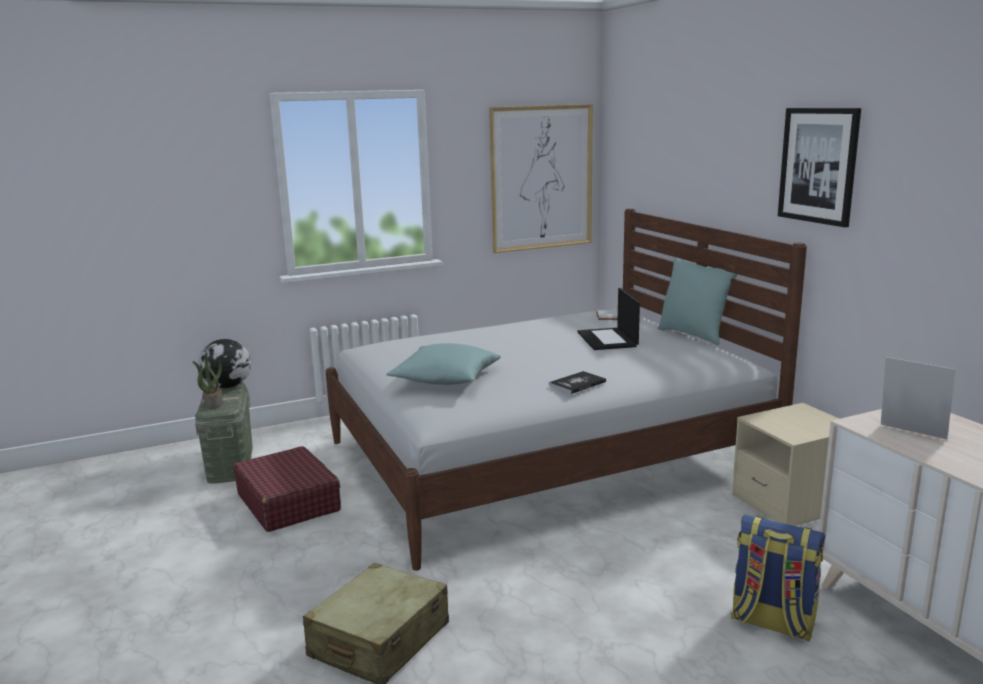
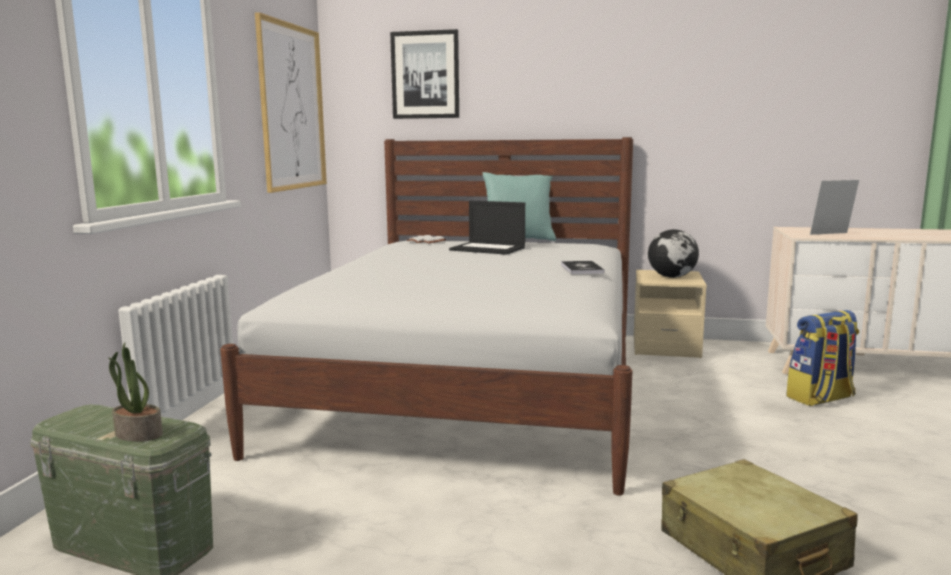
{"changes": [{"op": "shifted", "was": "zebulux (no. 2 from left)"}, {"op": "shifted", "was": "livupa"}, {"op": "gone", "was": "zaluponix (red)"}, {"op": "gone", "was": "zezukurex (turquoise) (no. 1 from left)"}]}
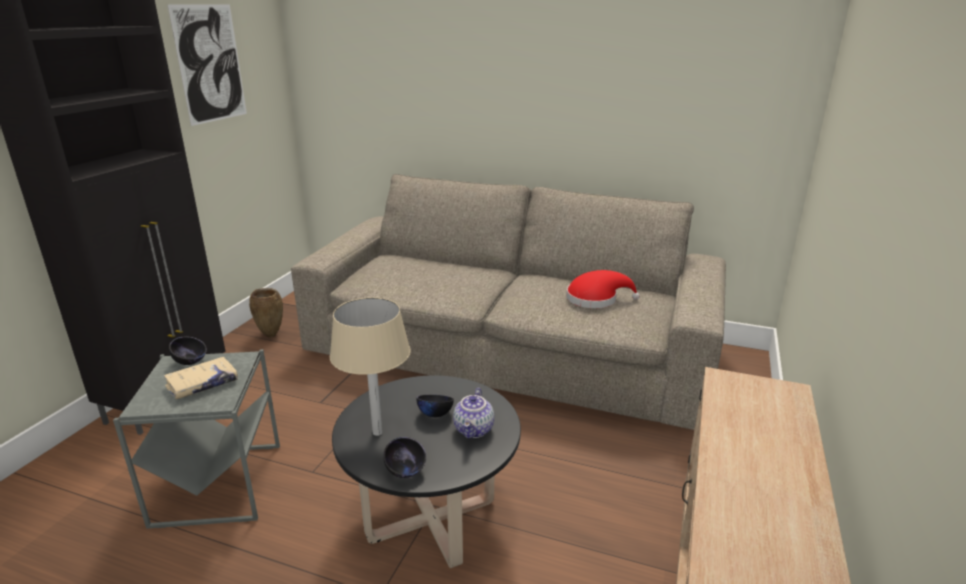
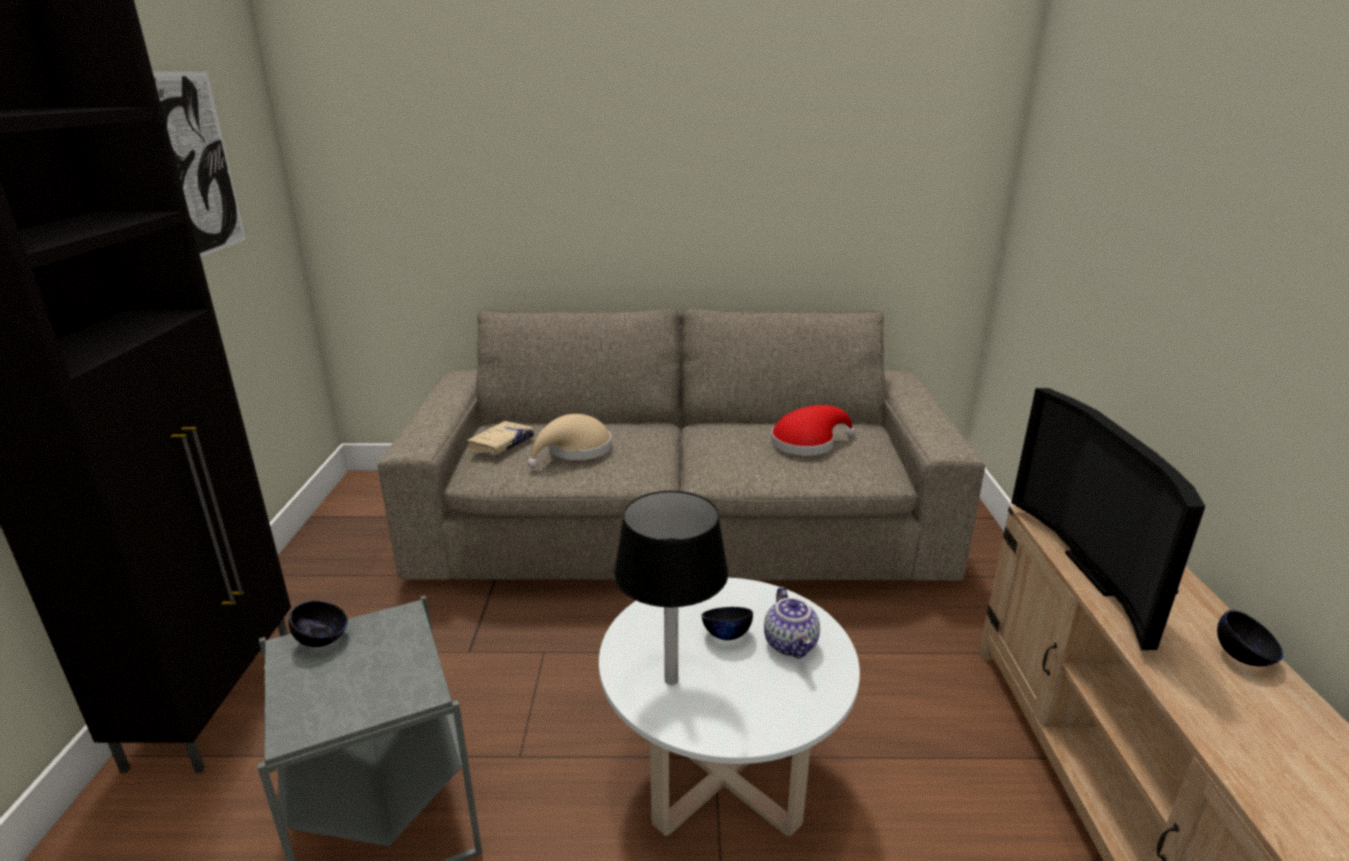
{"changes": [{"op": "shifted", "was": "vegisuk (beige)"}, {"op": "new", "now": "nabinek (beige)"}, {"op": "repainted", "was": "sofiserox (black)", "now": "sofiserox (white)"}, {"op": "repainted", "was": "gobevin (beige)", "now": "gobevin (black)"}, {"op": "new", "now": "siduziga"}, {"op": "shifted", "was": "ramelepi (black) (no. 2 from left in the first image)", "now": "ramelepi (black) (no. 3 from left)"}, {"op": "gone", "was": "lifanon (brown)"}]}
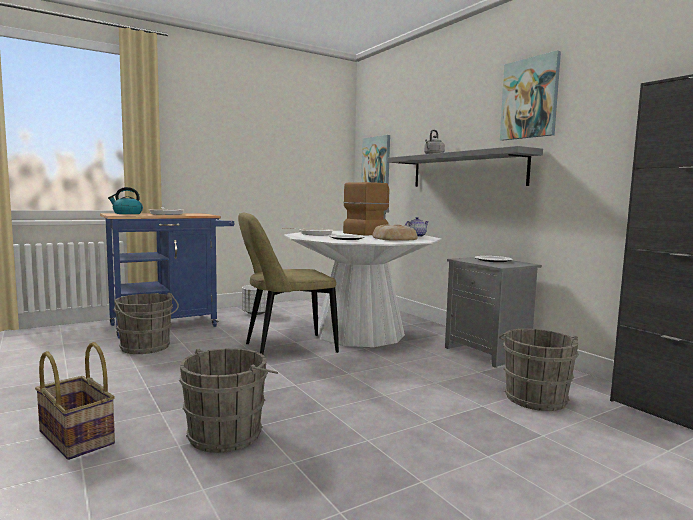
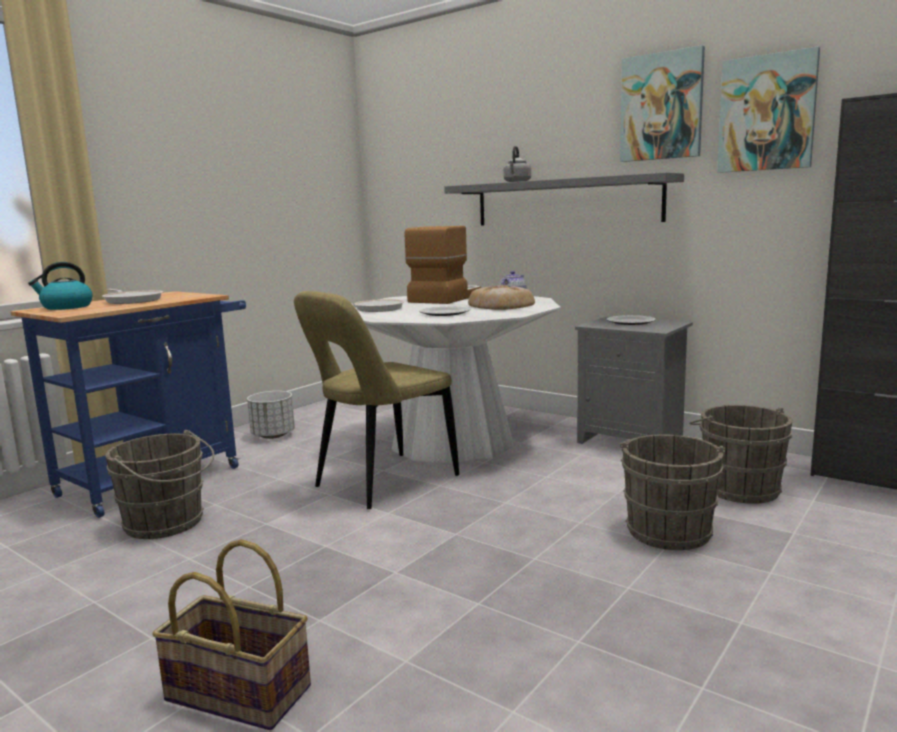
{"changes": [{"op": "shifted", "was": "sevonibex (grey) (no. 2 from left)"}, {"op": "shifted", "was": "zebulux (no. 1 from left in the first image)", "now": "zebulux (no. 2 from left)"}]}
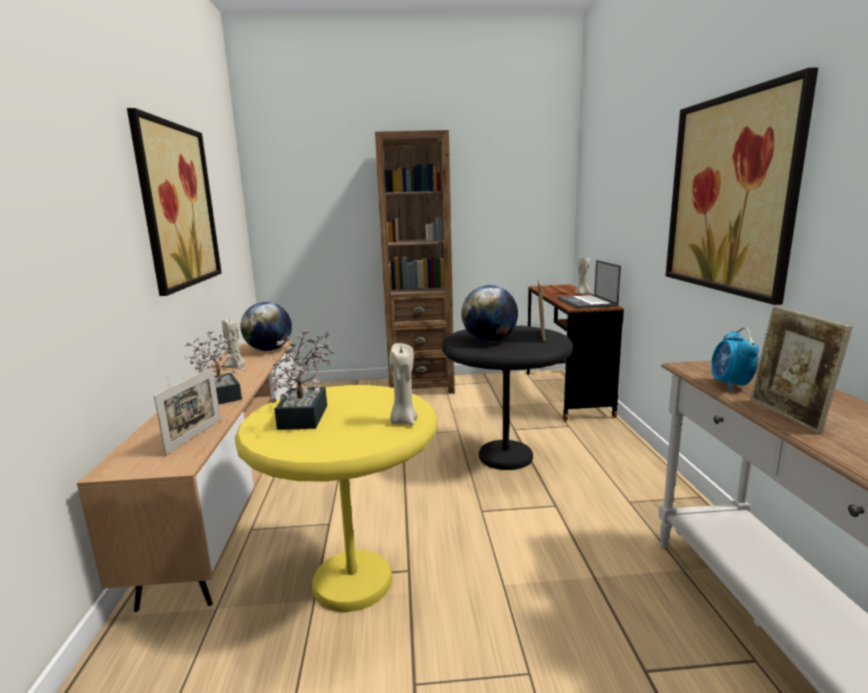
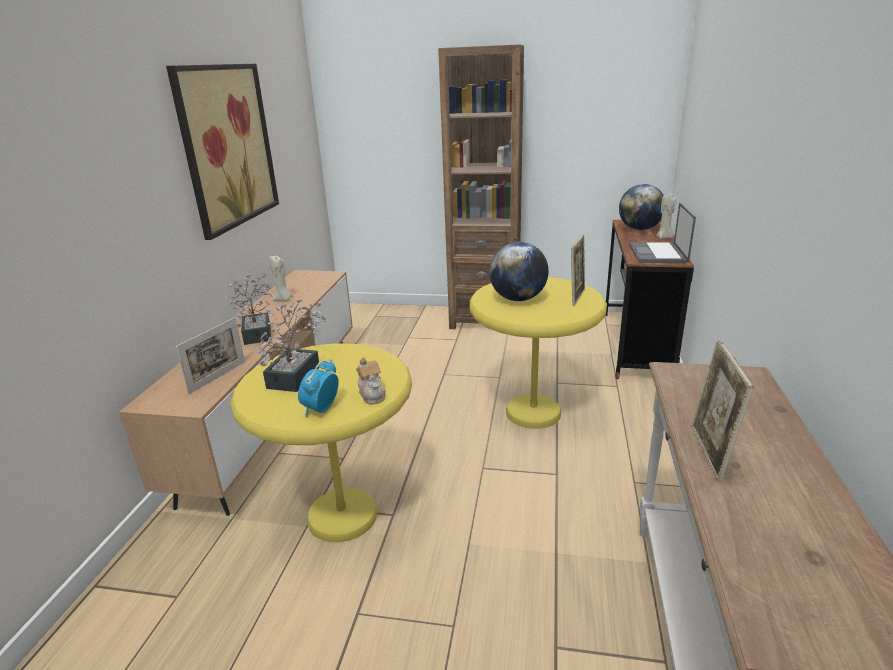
{"changes": [{"op": "shifted", "was": "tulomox"}, {"op": "swapped", "was": "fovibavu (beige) (no. 2 from left)", "now": "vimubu"}, {"op": "repainted", "was": "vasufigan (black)", "now": "vasufigan (yellow) (no. 2 from left)"}, {"op": "shifted", "was": "livupa (no. 1 from left in the first image)", "now": "livupa (no. 2 from left)"}, {"op": "gone", "was": "zebulux (no. 2 from left)"}]}
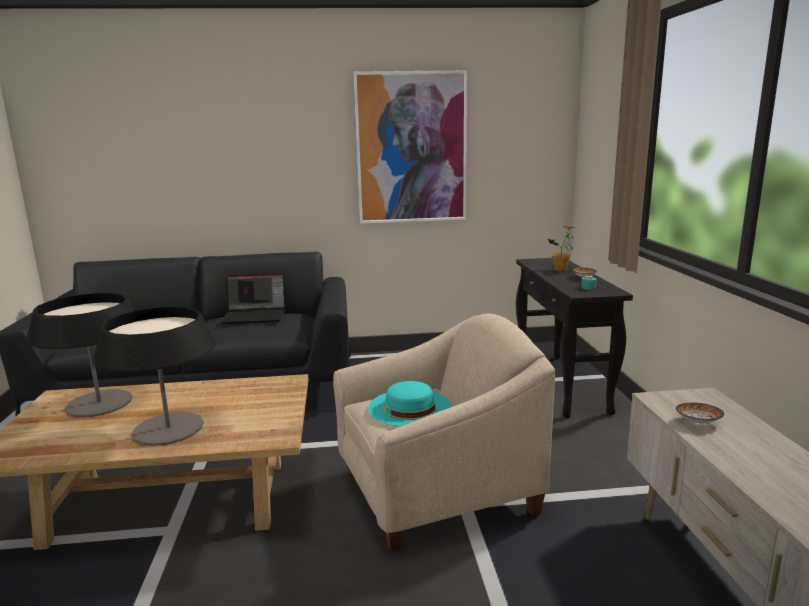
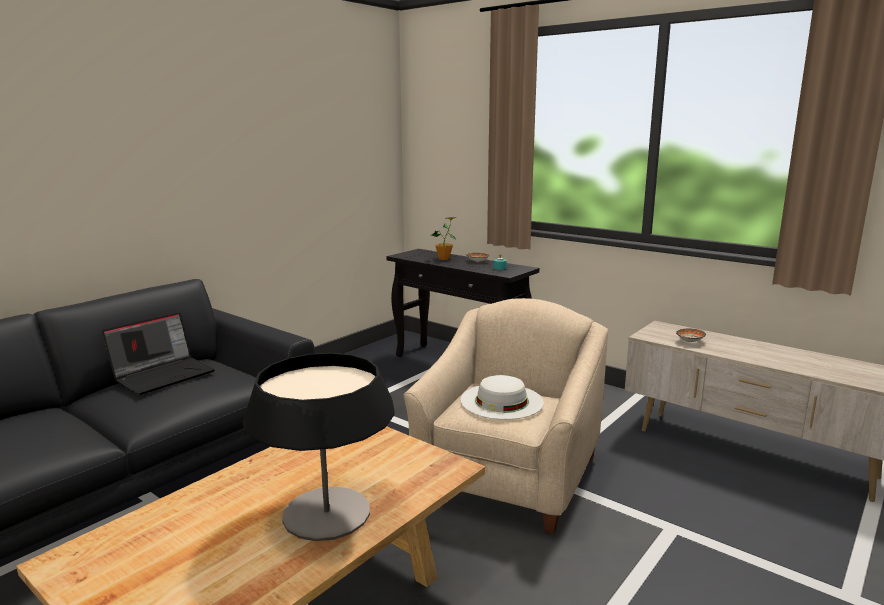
{"changes": [{"op": "repainted", "was": "nabinek (turquoise)", "now": "nabinek (white)"}, {"op": "gone", "was": "gobevin (no. 1 from left)"}, {"op": "gone", "was": "zebulux"}]}
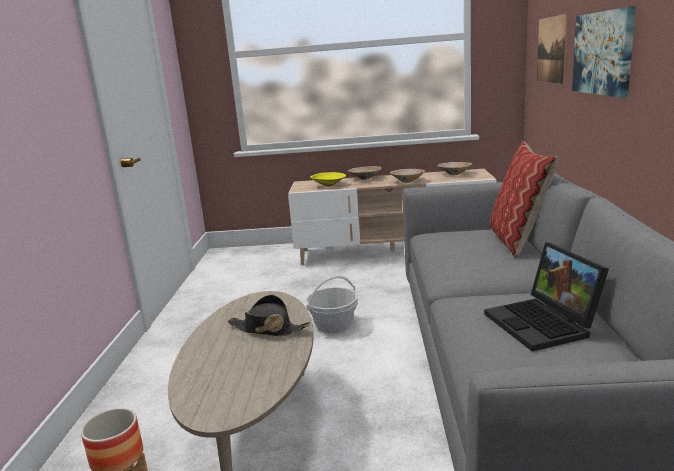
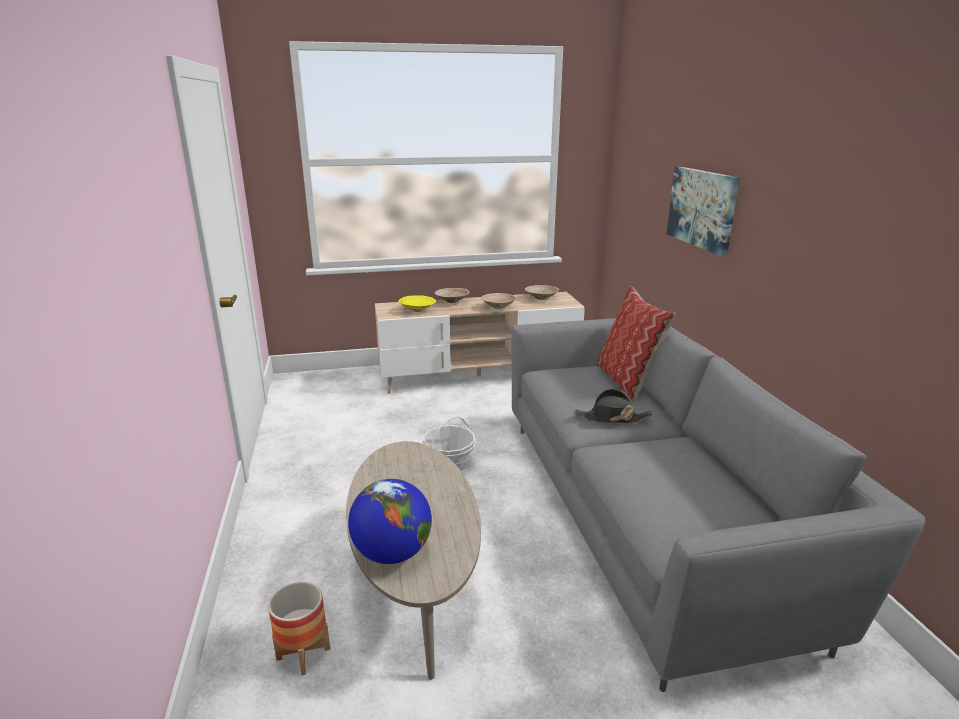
{"changes": [{"op": "new", "now": "livupa"}, {"op": "shifted", "was": "nabinek (black)"}, {"op": "gone", "was": "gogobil"}, {"op": "gone", "was": "zebulux (no. 1 from left)"}]}
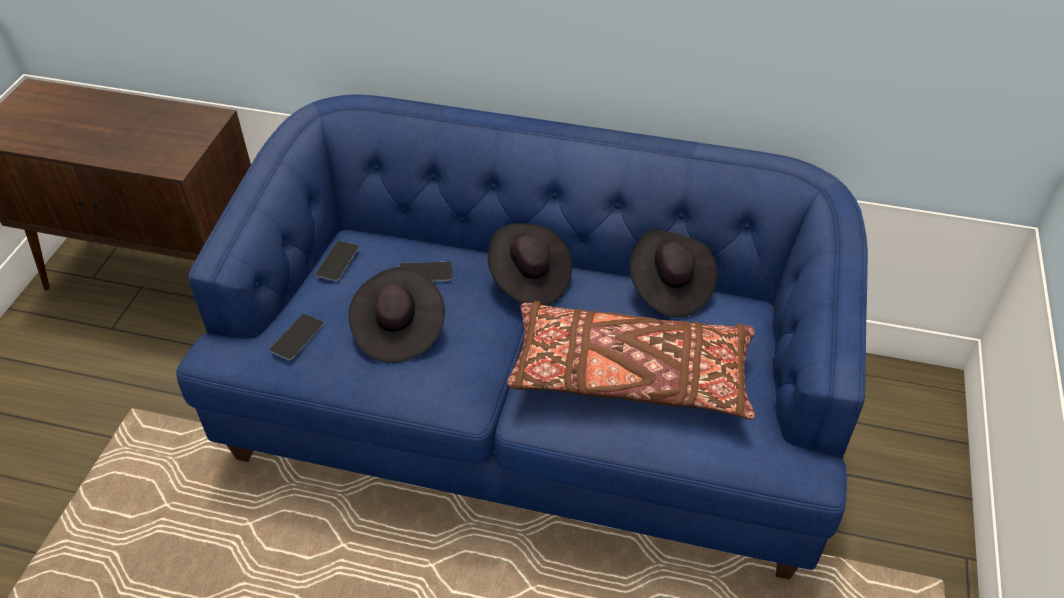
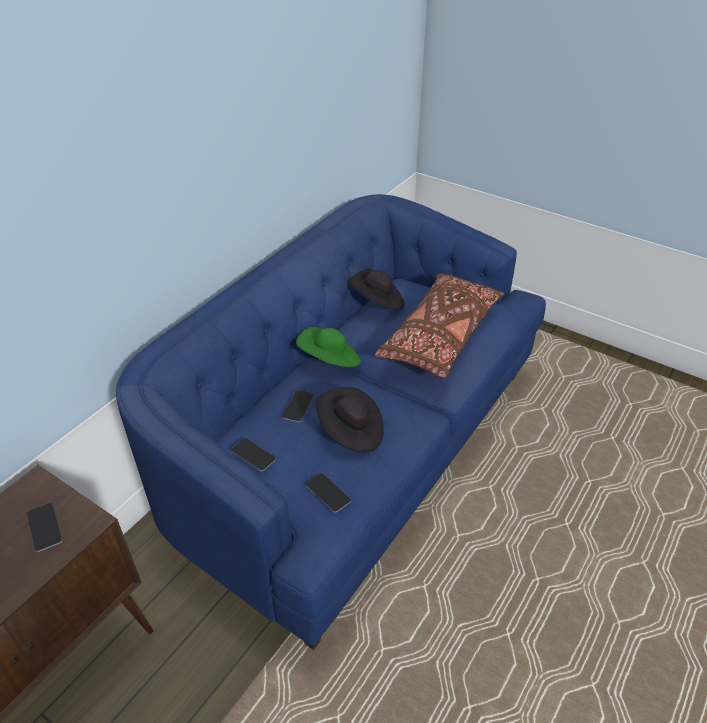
{"changes": [{"op": "new", "now": "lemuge (no. 1 from left)"}, {"op": "repainted", "was": "nabinek (black) (no. 2 from left)", "now": "nabinek (green)"}]}
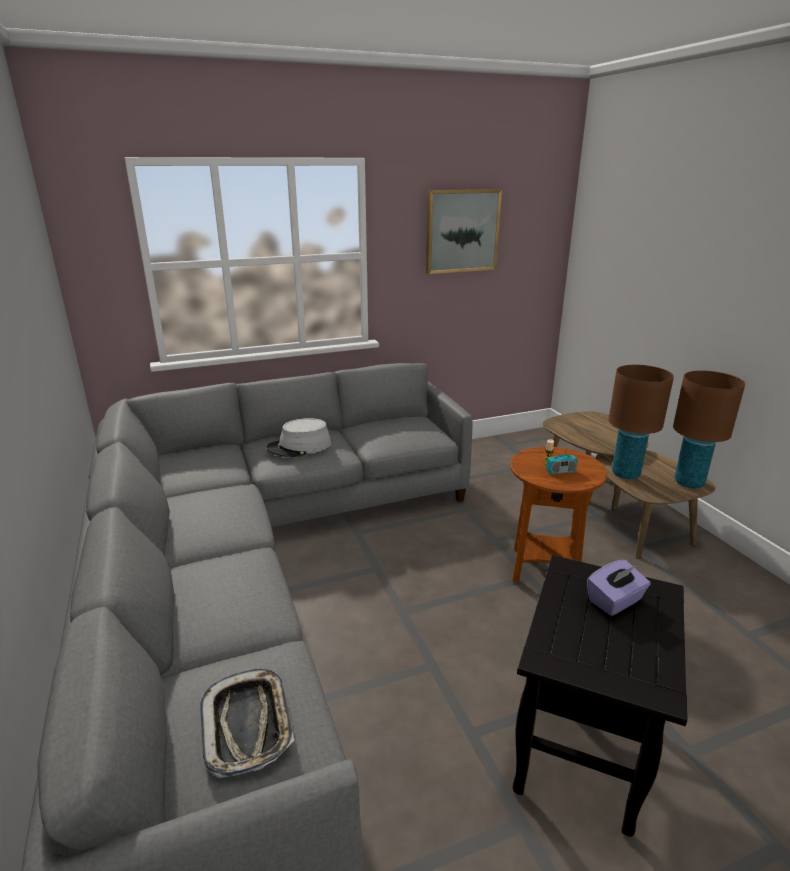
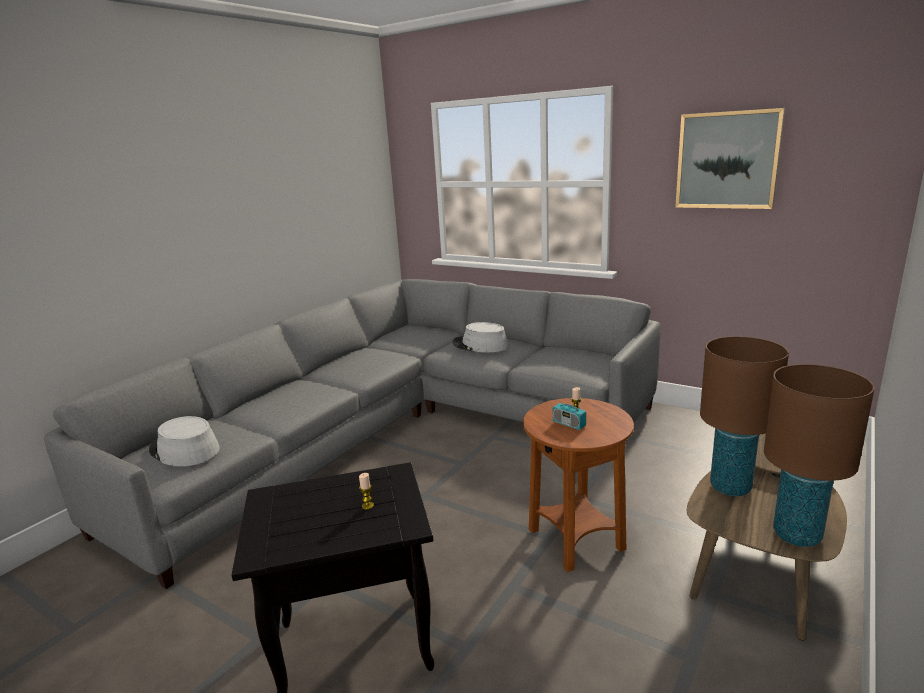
{"changes": [{"op": "swapped", "was": "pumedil", "now": "nabinek (grey) (no. 1 from left)"}, {"op": "swapped", "was": "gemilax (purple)", "now": "fovibavu (no. 1 from left)"}]}
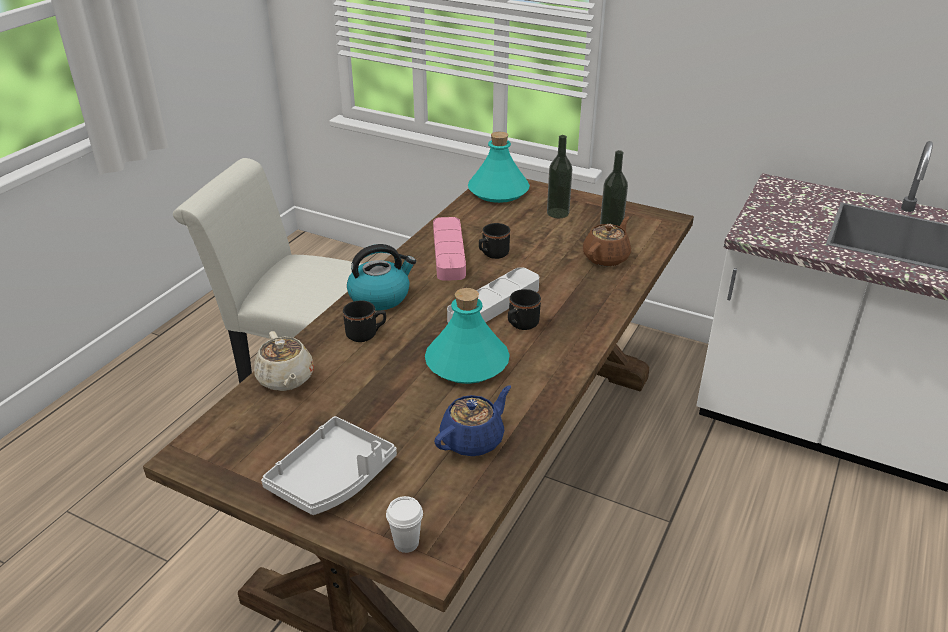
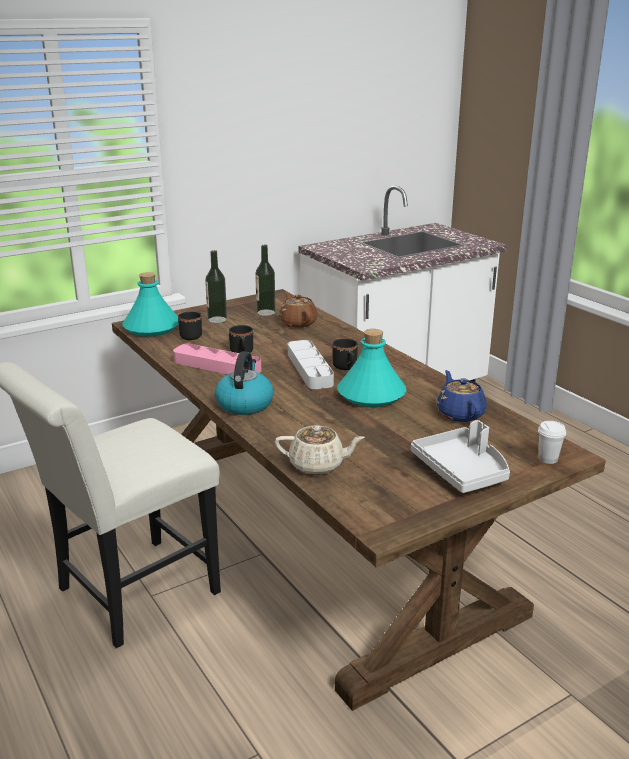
{"changes": [{"op": "shifted", "was": "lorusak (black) (no. 1 from left)"}]}
